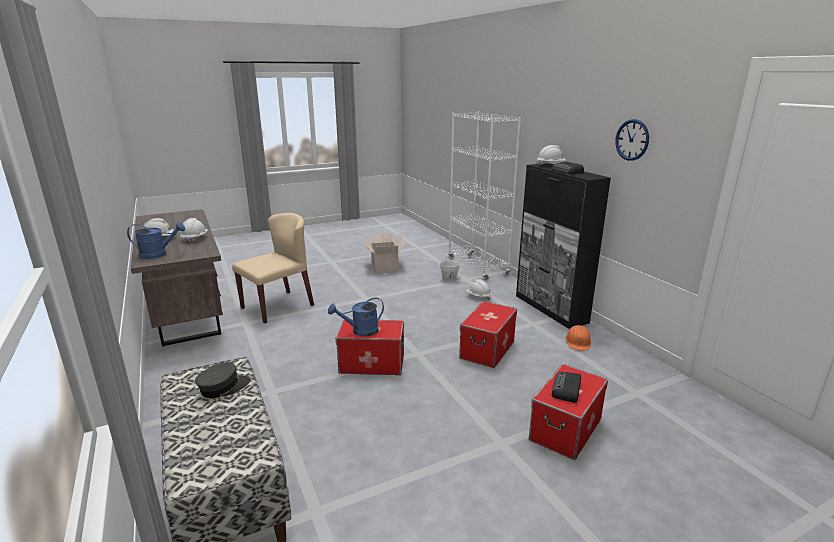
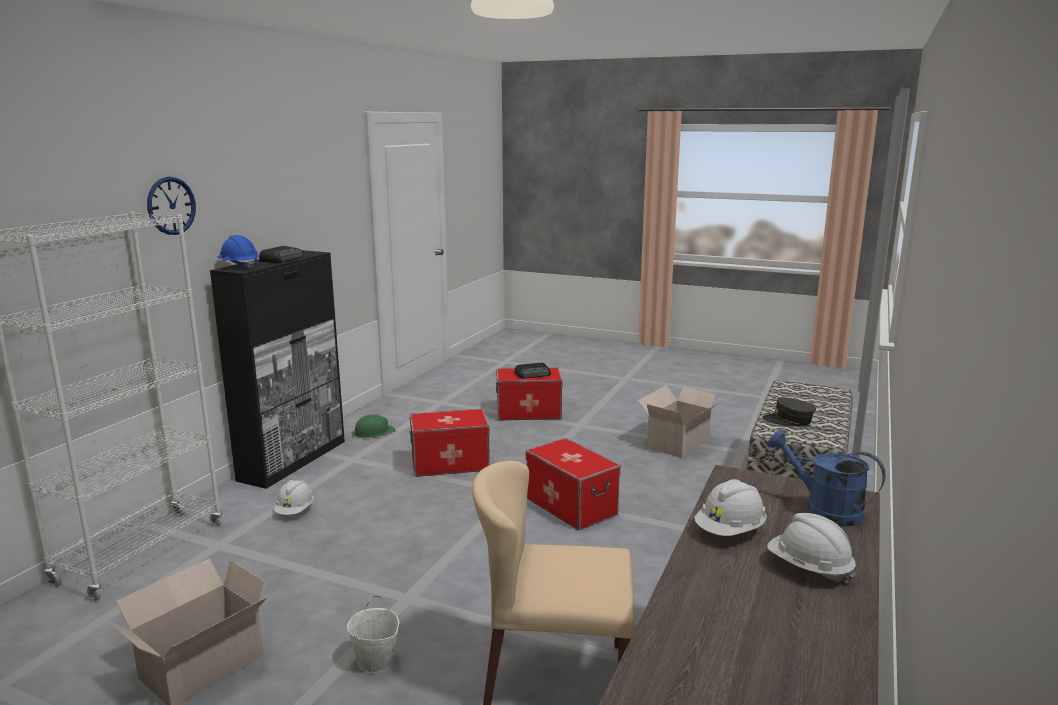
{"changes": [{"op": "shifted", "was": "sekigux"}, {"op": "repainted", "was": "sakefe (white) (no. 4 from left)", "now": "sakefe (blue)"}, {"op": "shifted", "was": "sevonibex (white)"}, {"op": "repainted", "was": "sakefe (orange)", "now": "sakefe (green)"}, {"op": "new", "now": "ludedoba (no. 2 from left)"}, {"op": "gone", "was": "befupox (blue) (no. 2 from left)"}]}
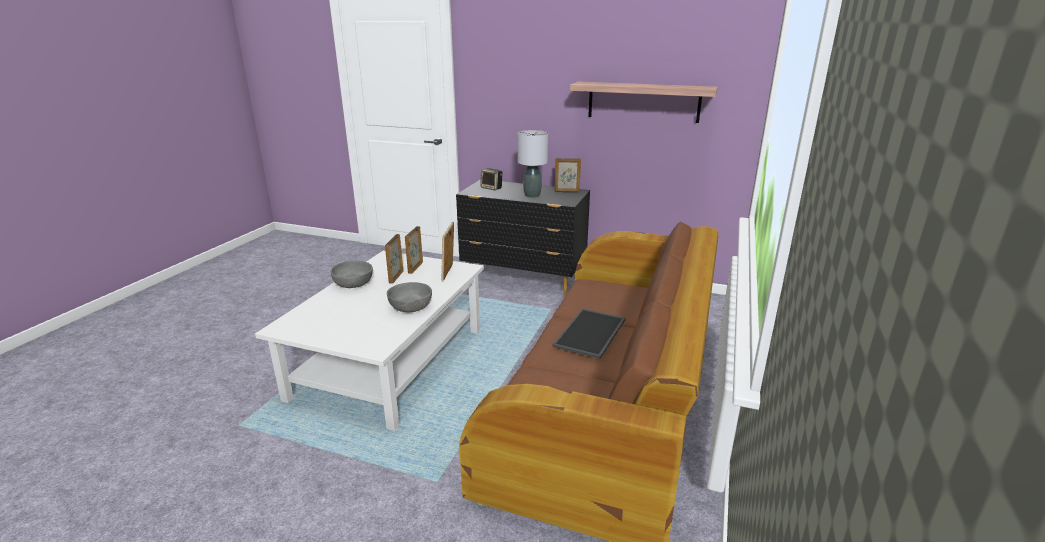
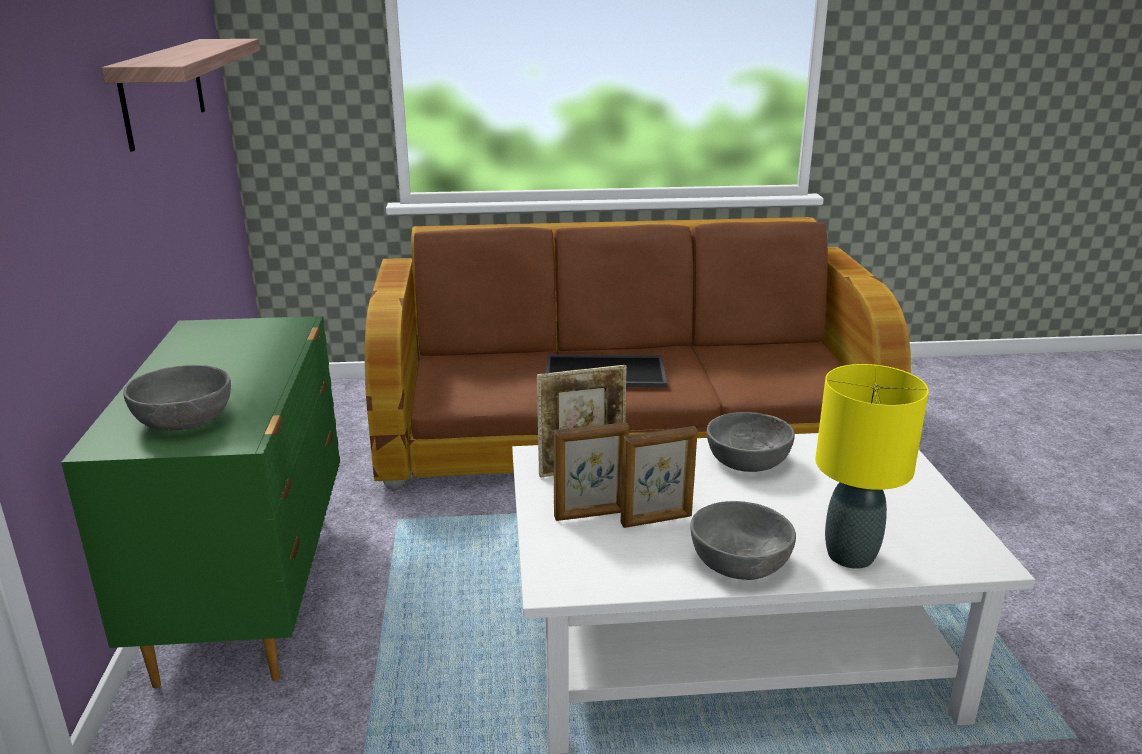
{"changes": [{"op": "repainted", "was": "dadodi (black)", "now": "dadodi (green)"}, {"op": "swapped", "was": "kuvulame", "now": "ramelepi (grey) (no. 1 from left)"}, {"op": "new", "now": "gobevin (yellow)"}, {"op": "gone", "was": "gobevin (grey)"}, {"op": "gone", "was": "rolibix (no. 4 from left)"}]}
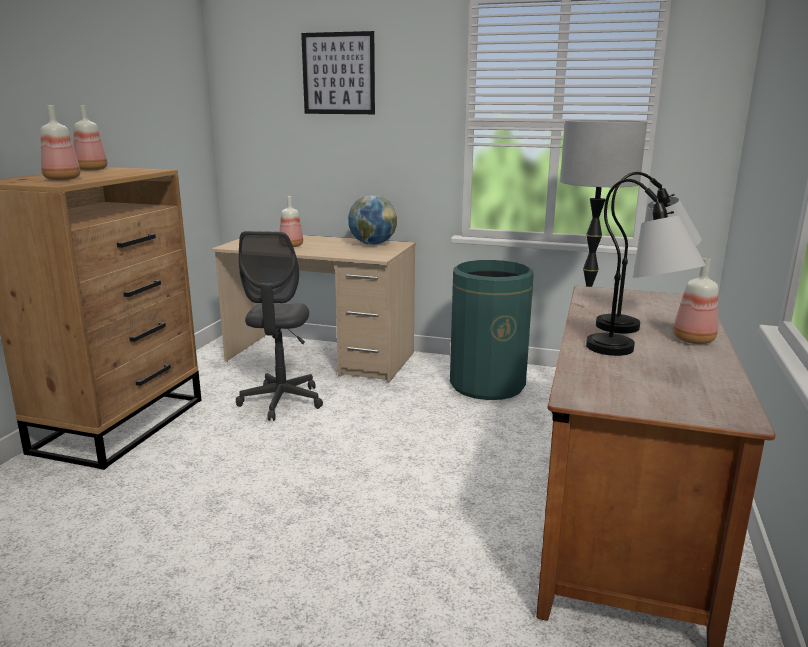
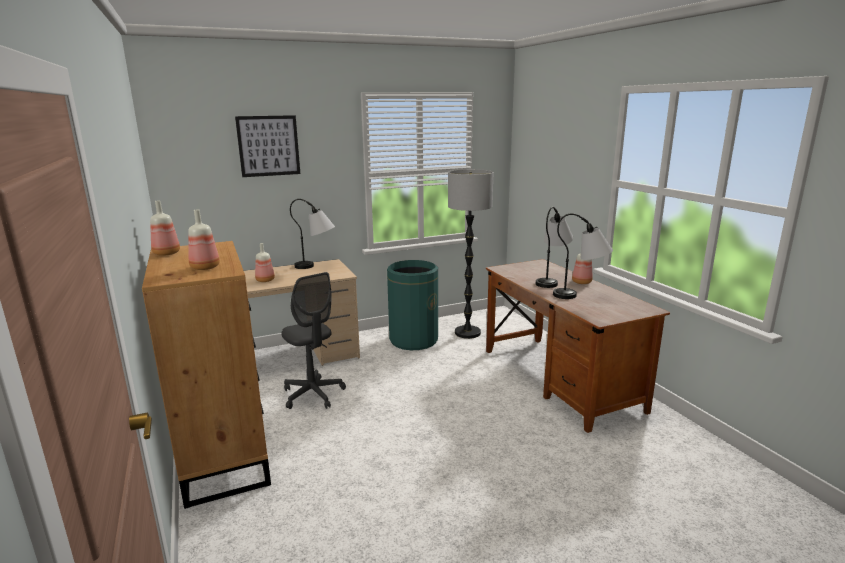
{"changes": [{"op": "swapped", "was": "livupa", "now": "gobevin (no. 1 from left)"}]}
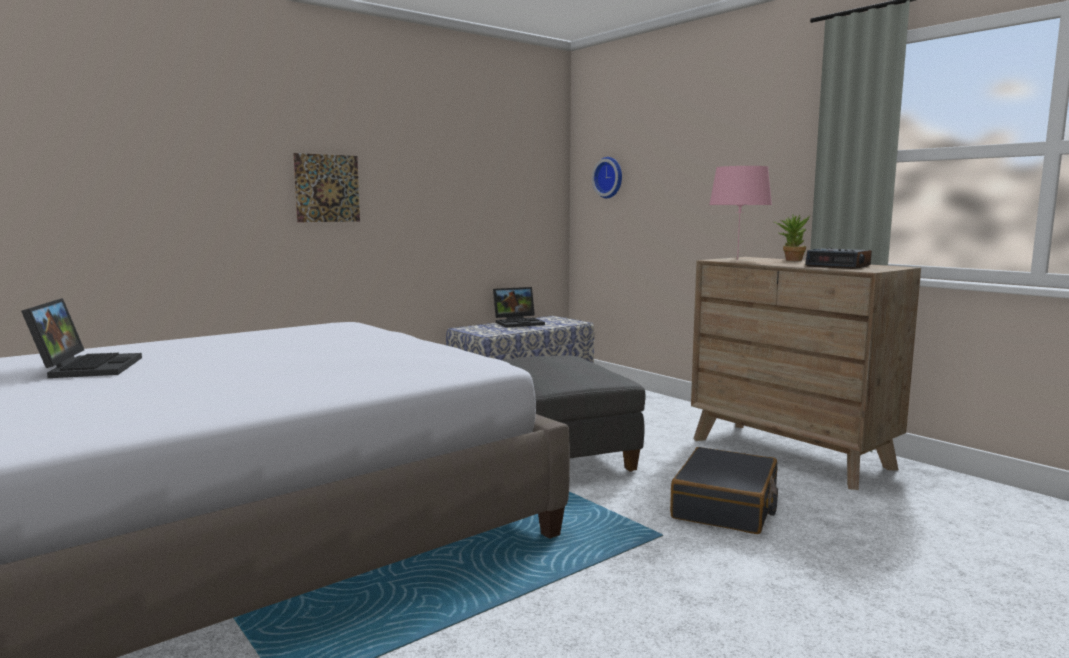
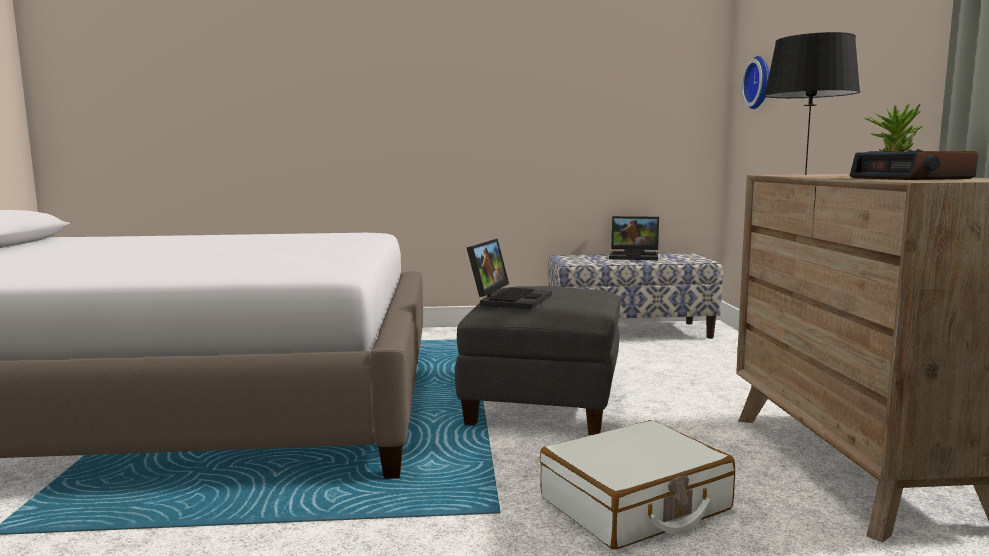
{"changes": [{"op": "shifted", "was": "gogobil (no. 1 from left)"}, {"op": "repainted", "was": "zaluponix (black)", "now": "zaluponix (white)"}, {"op": "repainted", "was": "gobevin (pink)", "now": "gobevin (black)"}, {"op": "gone", "was": "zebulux"}]}
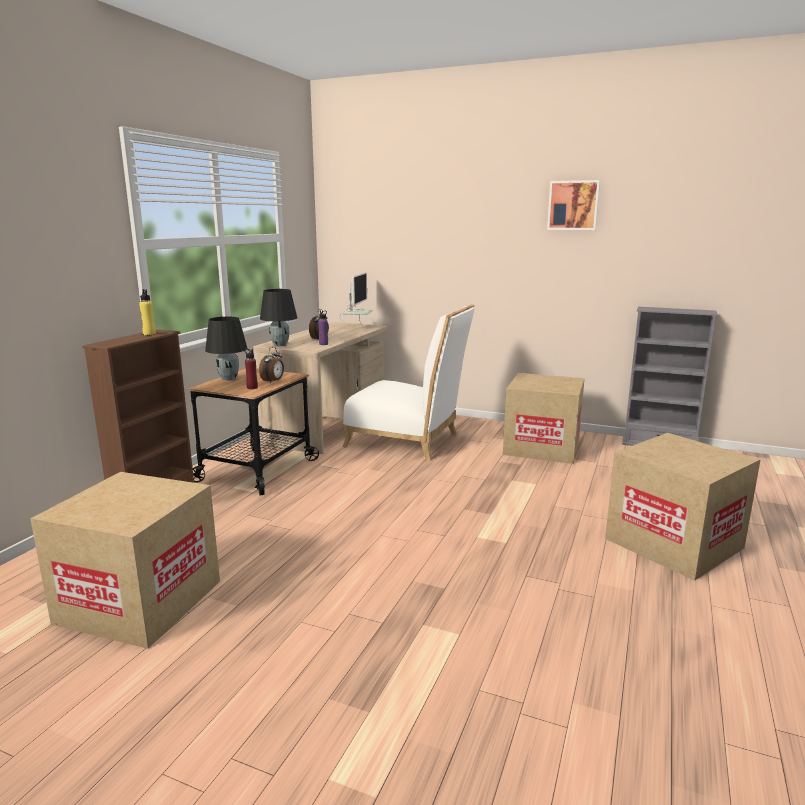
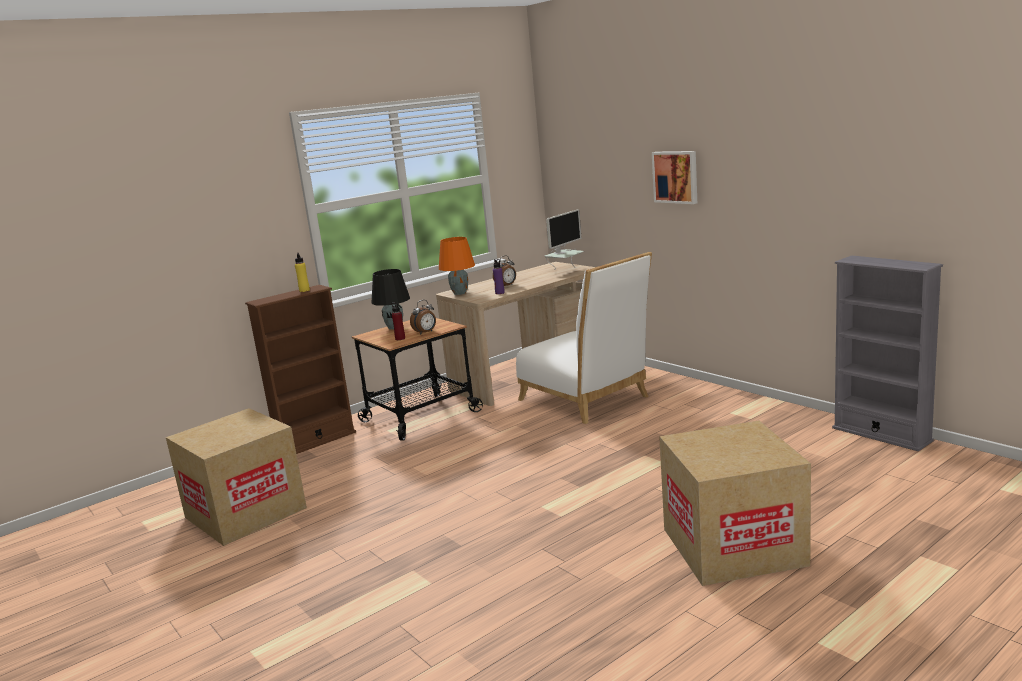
{"changes": [{"op": "repainted", "was": "gobevin (black) (no. 2 from left)", "now": "gobevin (orange)"}, {"op": "shifted", "was": "zebulux"}, {"op": "gone", "was": "ludedoba (no. 2 from left)"}]}
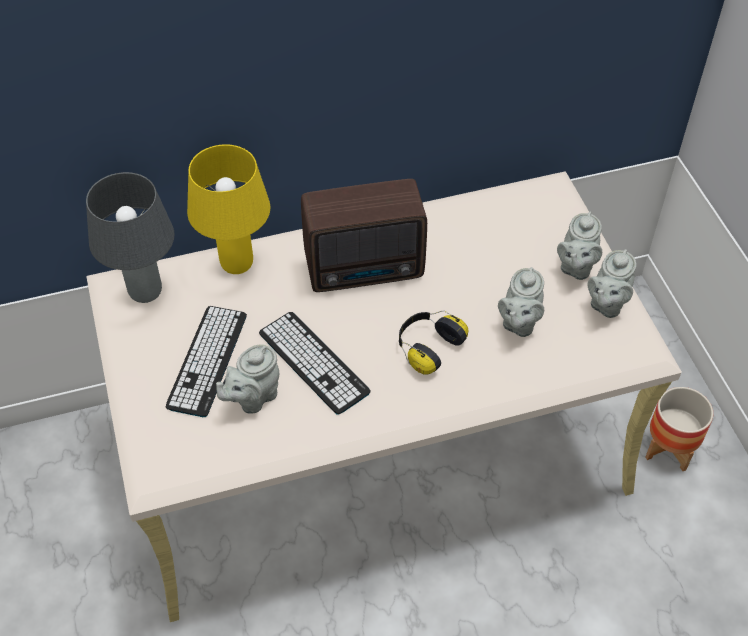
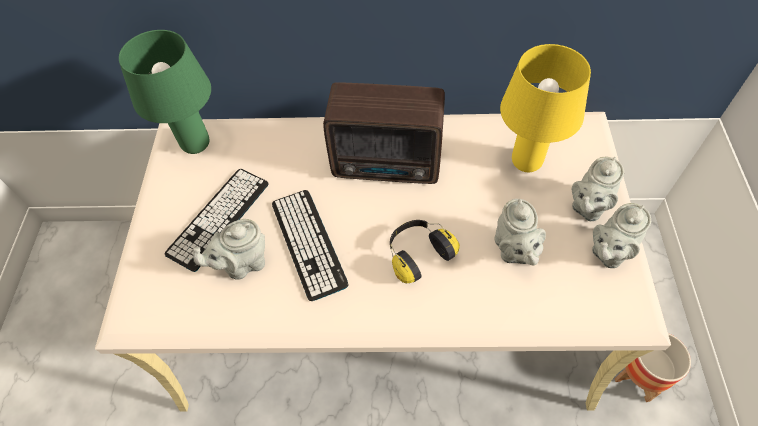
{"changes": [{"op": "repainted", "was": "gobevin (grey)", "now": "gobevin (green)"}, {"op": "rotated", "was": "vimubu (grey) (no. 2 from left)", "clockwise": -45}, {"op": "shifted", "was": "gobevin (yellow)"}]}
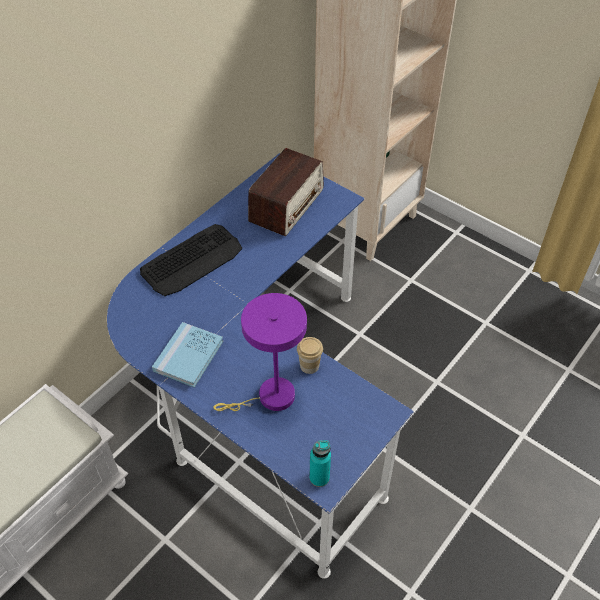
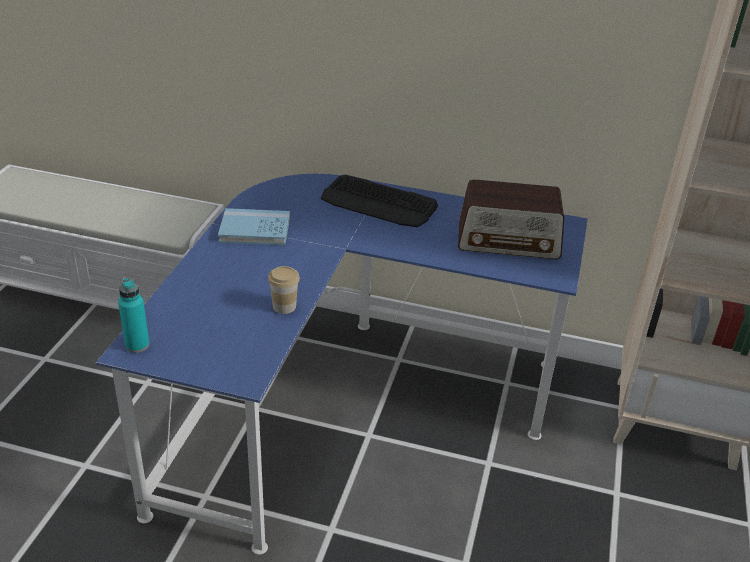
{"changes": [{"op": "gone", "was": "gobevin (purple)"}]}
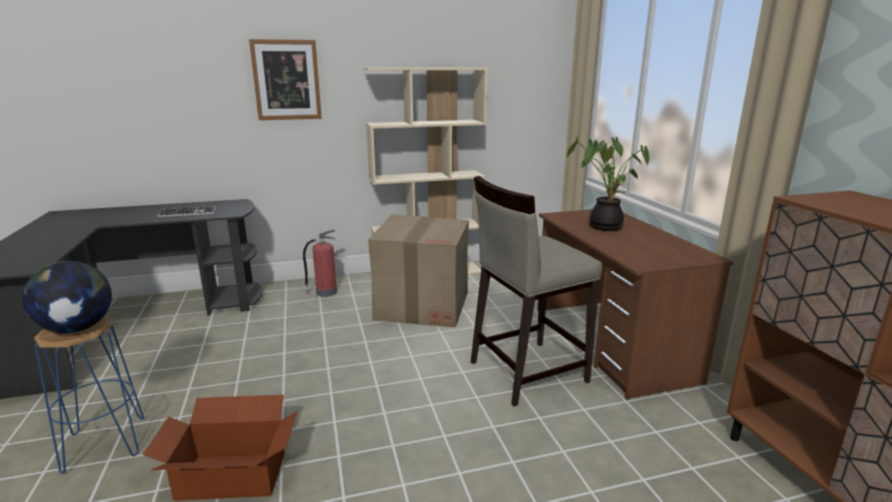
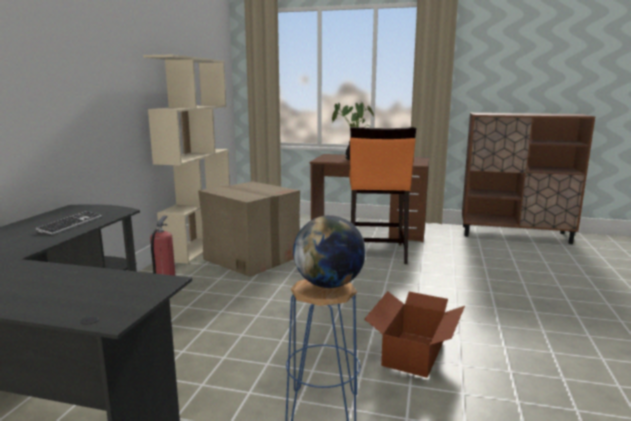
{"changes": [{"op": "repainted", "was": "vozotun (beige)", "now": "vozotun (orange)"}, {"op": "gone", "was": "zebulux"}]}
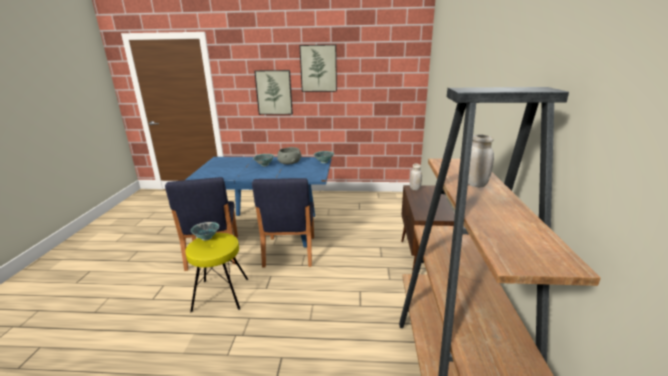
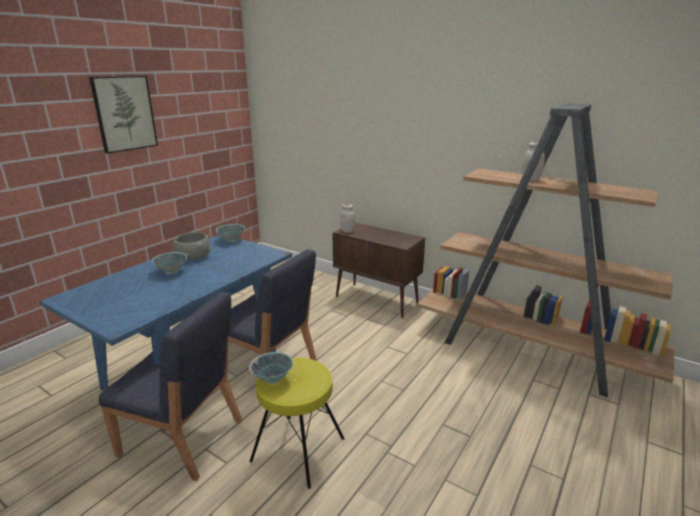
{"changes": [{"op": "gone", "was": "zebulux (no. 1 from left)"}]}
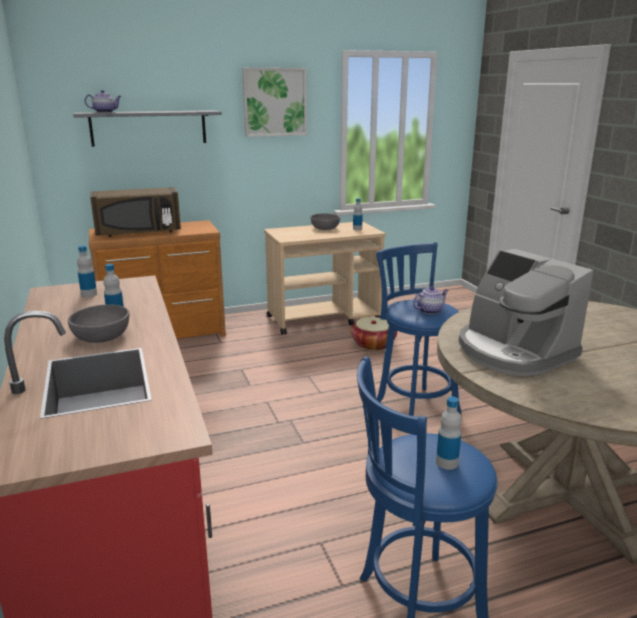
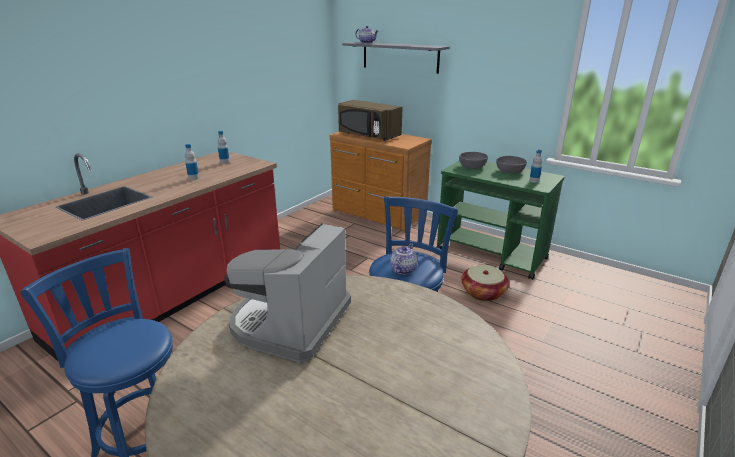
{"changes": [{"op": "rotated", "was": "vimubu (no. 2 from left)", "clockwise": -90}, {"op": "repainted", "was": "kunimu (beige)", "now": "kunimu (green)"}, {"op": "shifted", "was": "ramelepi (grey) (no. 1 from left)"}, {"op": "gone", "was": "zebulux"}, {"op": "gone", "was": "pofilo (no. 4 from left)"}]}
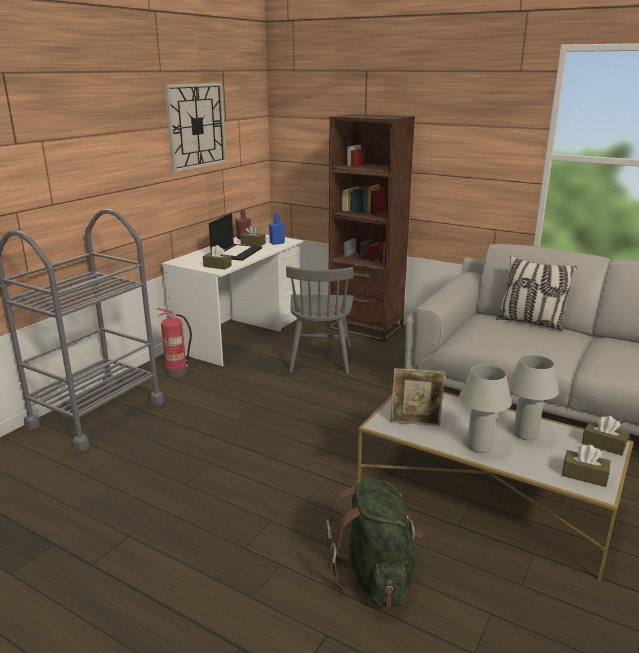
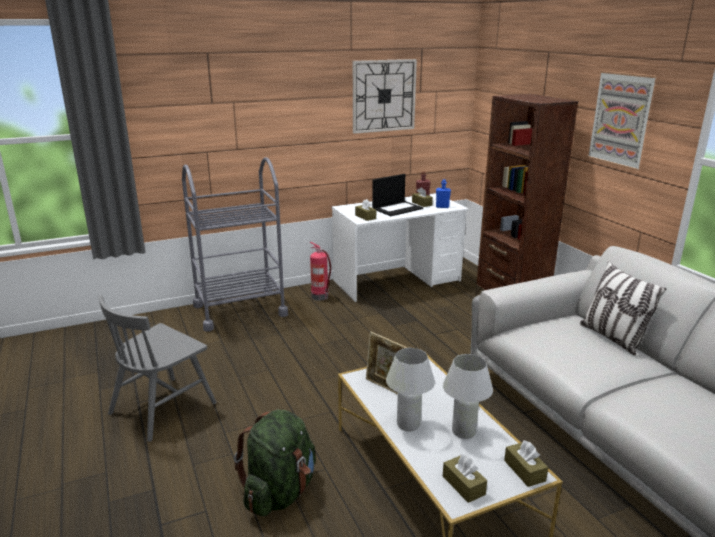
{"changes": [{"op": "shifted", "was": "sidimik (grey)"}, {"op": "new", "now": "zebulux"}]}
